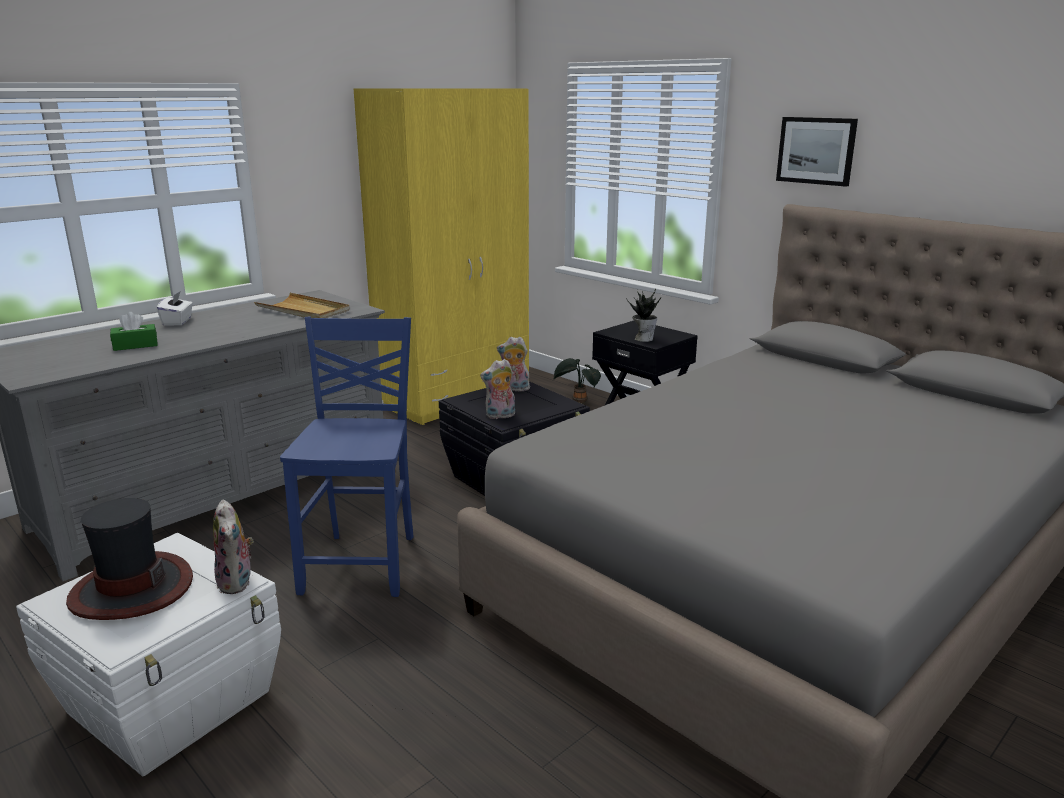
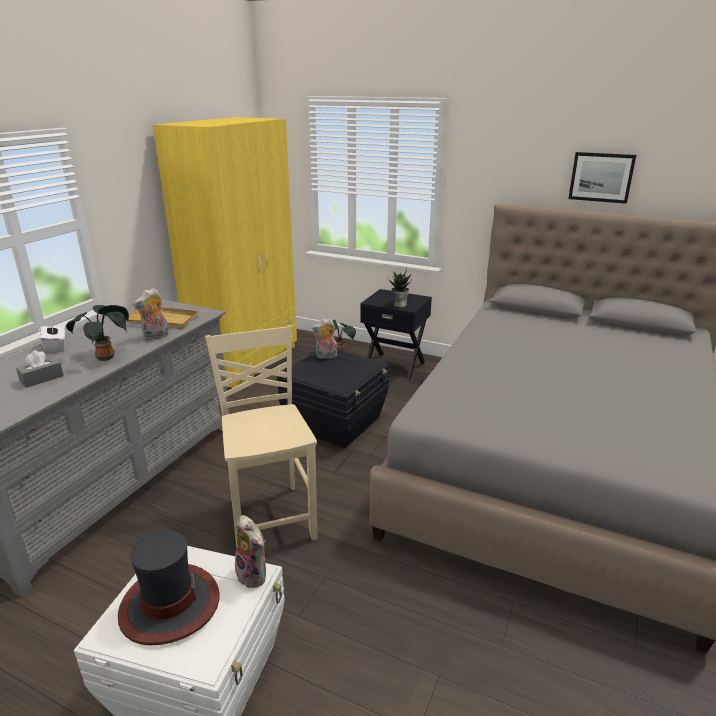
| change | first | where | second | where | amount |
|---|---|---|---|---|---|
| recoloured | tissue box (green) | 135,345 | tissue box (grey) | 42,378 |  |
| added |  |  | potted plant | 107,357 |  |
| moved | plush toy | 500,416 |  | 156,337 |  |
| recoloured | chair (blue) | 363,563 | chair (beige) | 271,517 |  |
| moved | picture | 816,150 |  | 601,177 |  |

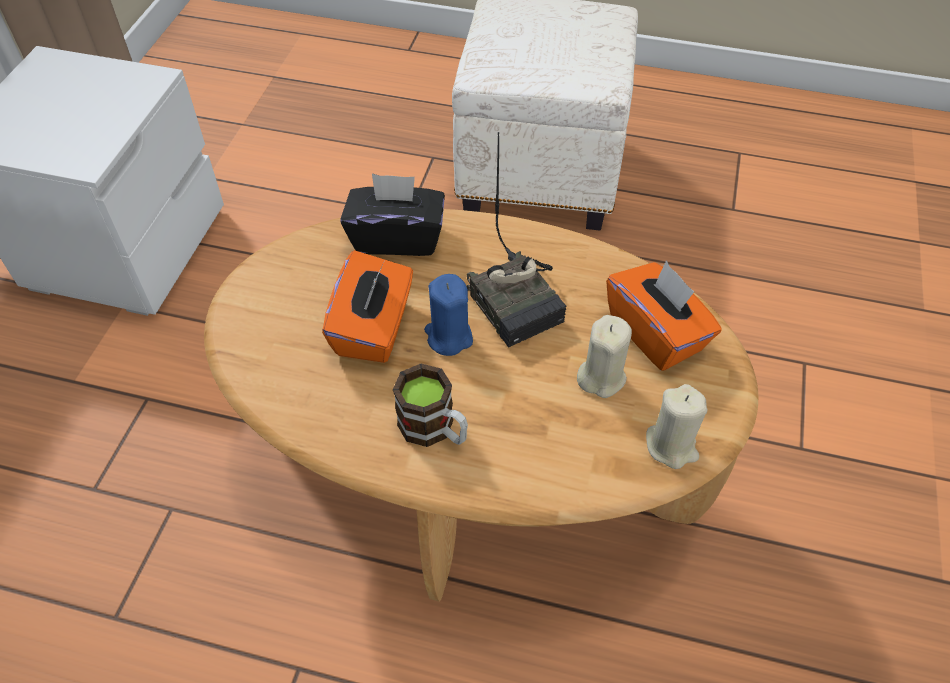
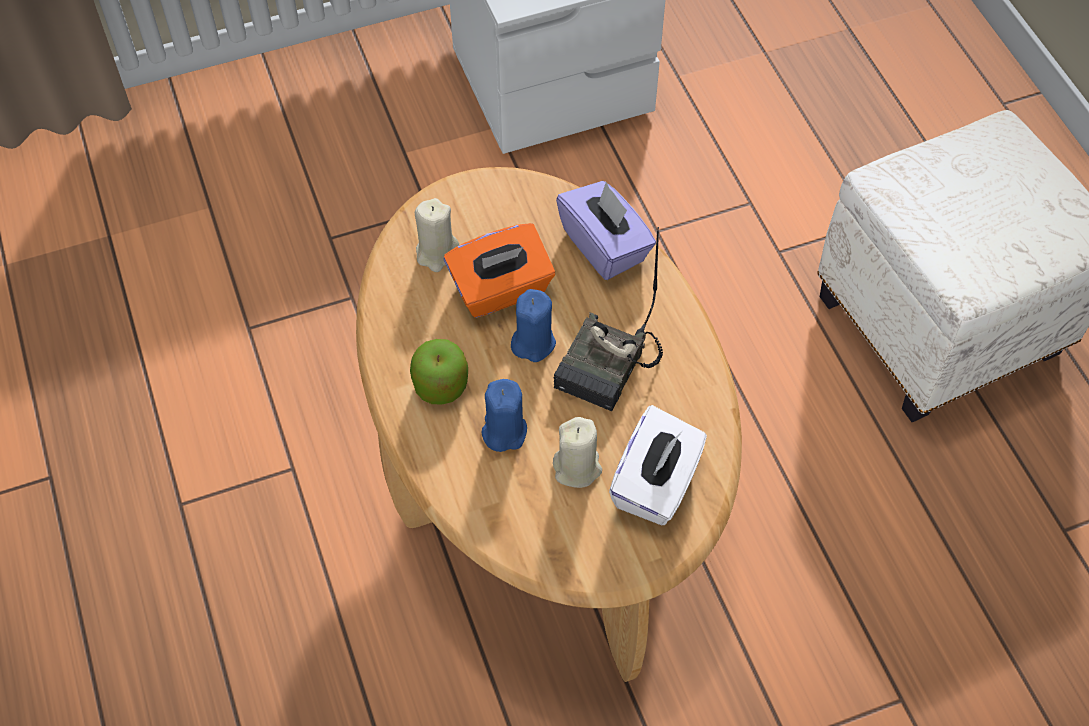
| change | first | where | second | where | amount |
|---|---|---|---|---|---|
| replaced | mug | 434,429 | apple | 441,386 |  |
| moved | candle (beige) | 671,446 |  | 437,253 |  |
| added |  |  | candle (blue) | 504,431 |  |
| recoloured | tissue box (black) | 397,238 | tissue box (purple) | 605,246 |  |
| recoloured | tissue box (orange) | 656,333 | tissue box (white) | 656,484 |  |

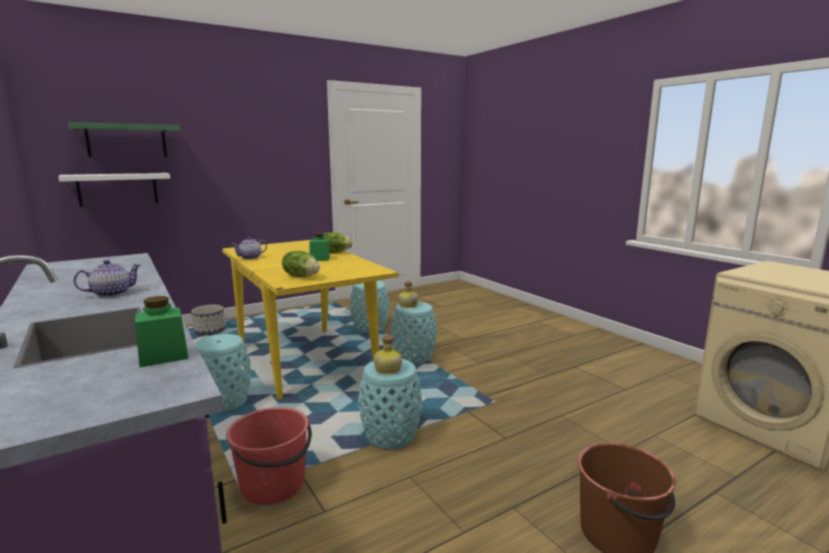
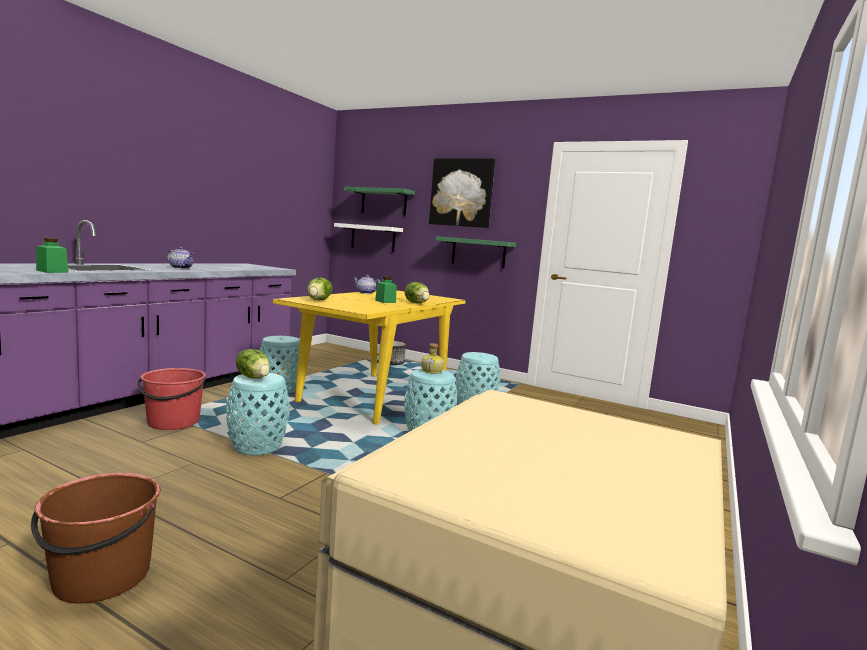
| change | first | where | second | where | amount |
|---|---|---|---|---|---|
| replaced | bottle | 387,369 | lettuce | 254,377 |  |
| added |  |  | picture | 461,193 |  |
| added |  |  | shelf (green) | 478,252 |  |

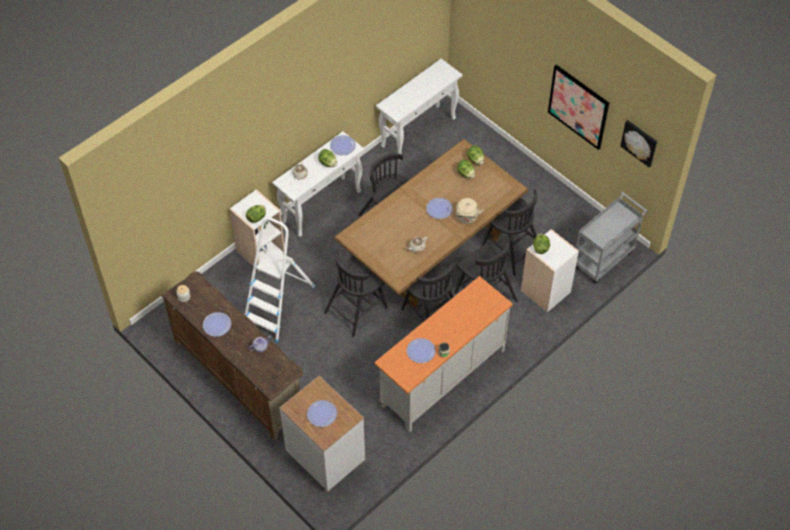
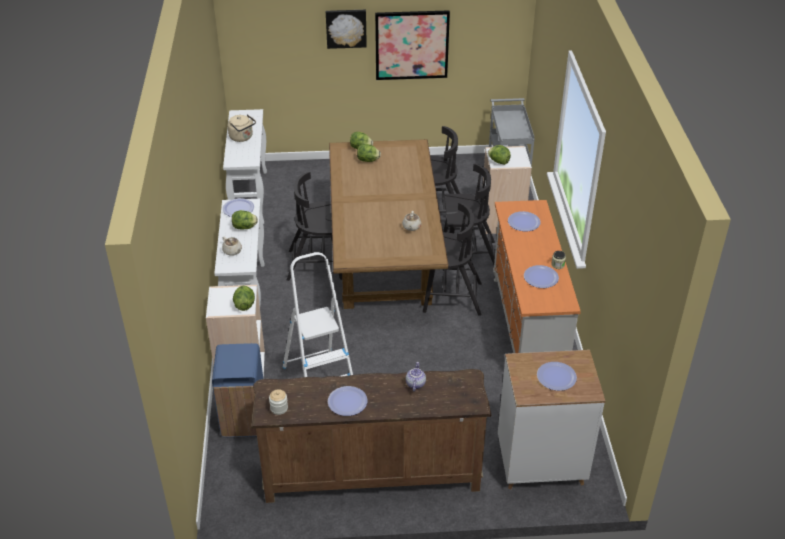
| change | first | where | second | where | amount |
|---|---|---|---|---|---|
| added |  |  | trash can (blue) | 244,419 |  |
| moved | kettle (beige) | 467,218 |  | 242,137 |  |
| moved | picture | 639,142 |  | 346,28 |  |
| moved | plate | 439,209 |  | 523,222 |  |
| removed | chair (black) | 357,309 |  |  |  |

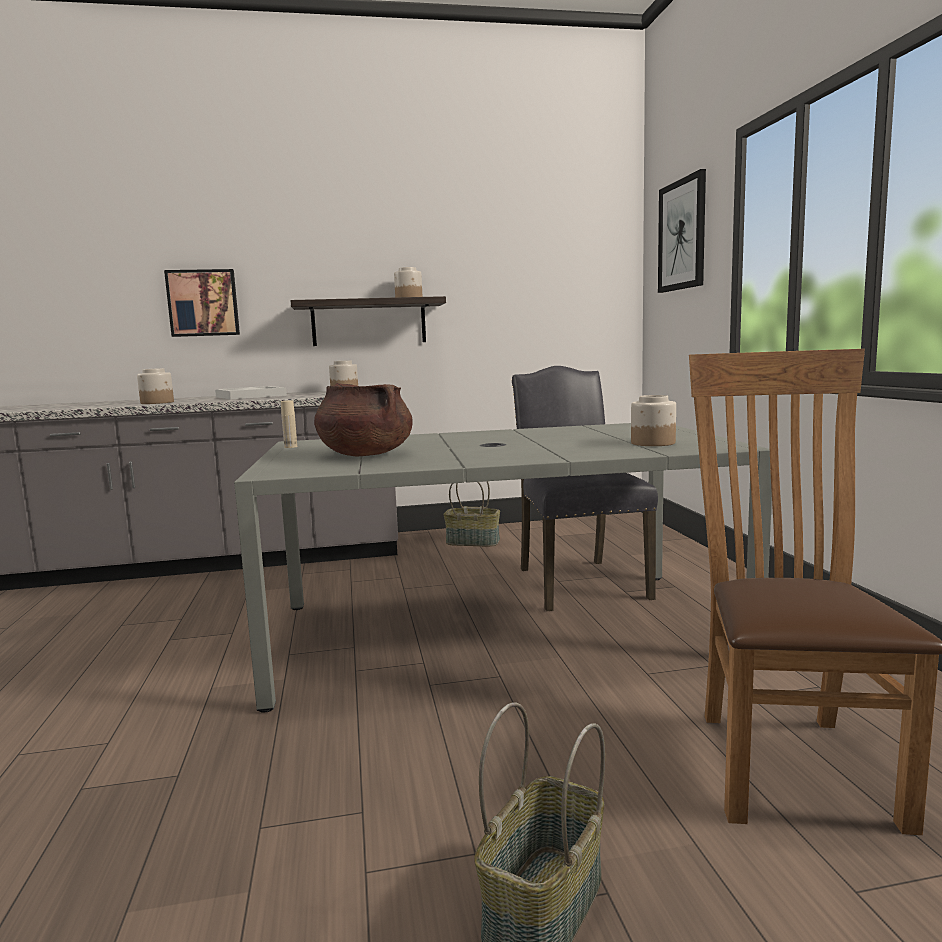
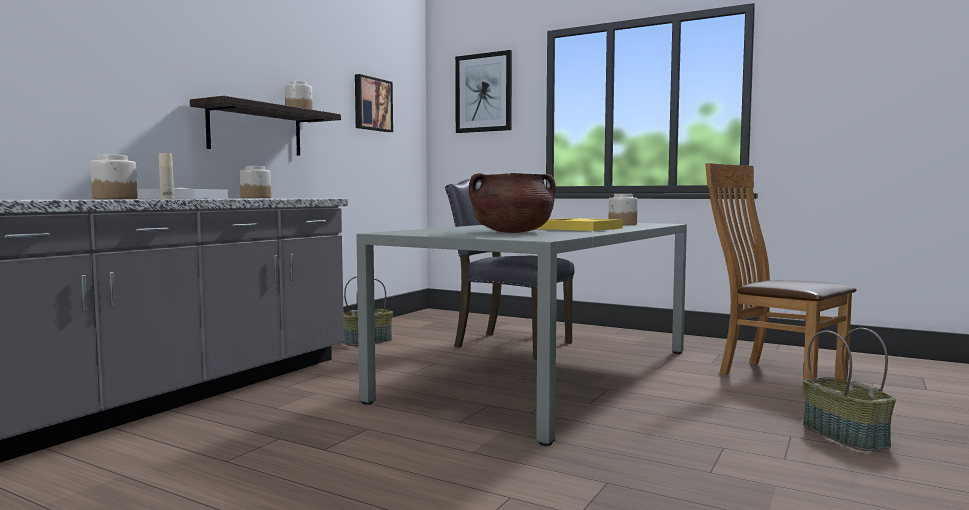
| change | first | where | second | where | amount |
|---|---|---|---|---|---|
| moved | bottle (beige) | 290,447 |  | 167,198 |  |
| moved | picture | 203,303 |  | 372,104 |  |
| added |  |  | tray (yellow) | 580,228 |  |

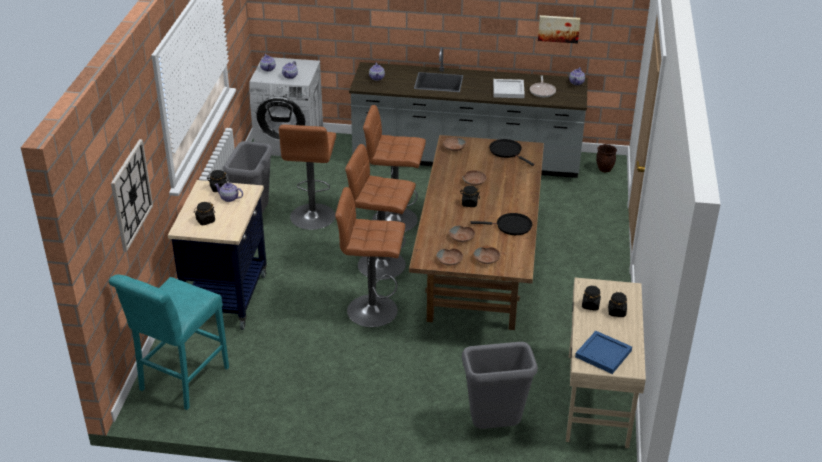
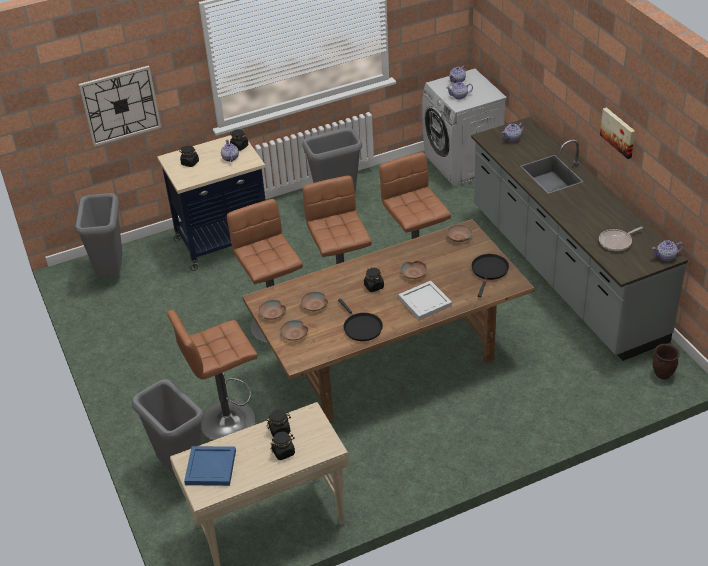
| change | first | where | second | where | amount |
|---|---|---|---|---|---|
| replaced | stool (turquoise) | 180,381 | trash can (grey) | 111,272 |  |
| moved | stool (brown) | 312,217 |  | 226,421 |  |
| moved | tray (white) | 509,90 |  | 425,302 |  |
| moved | picture | 558,28 |  | 619,132 |  |

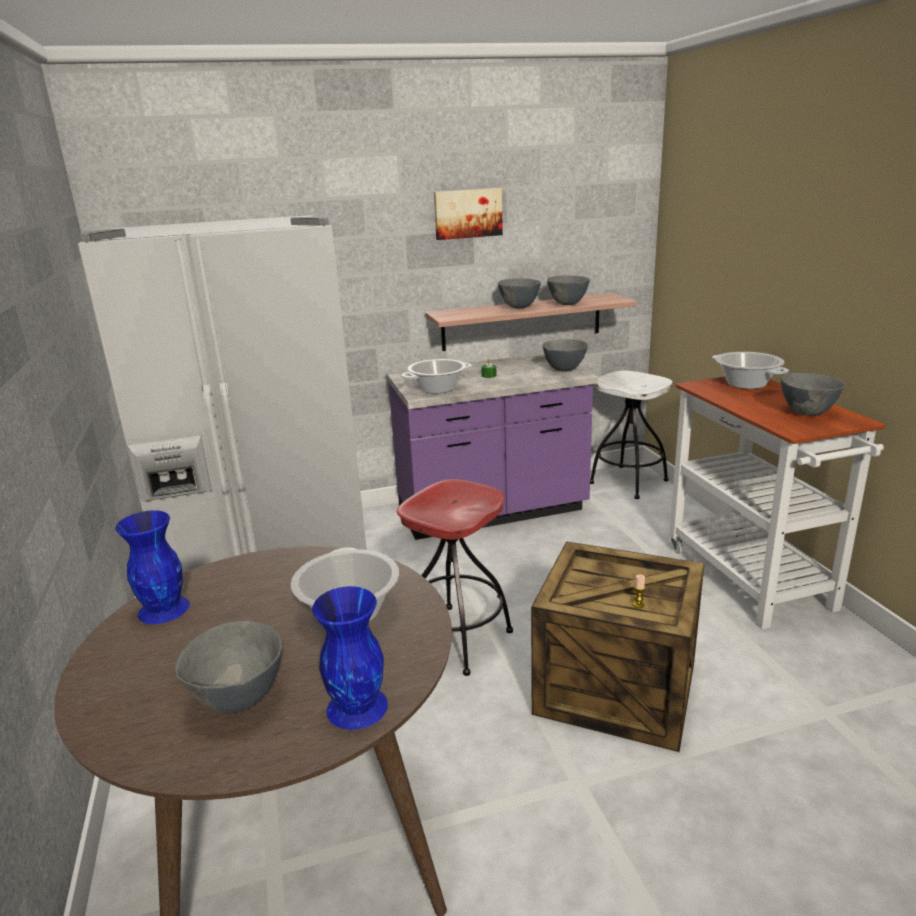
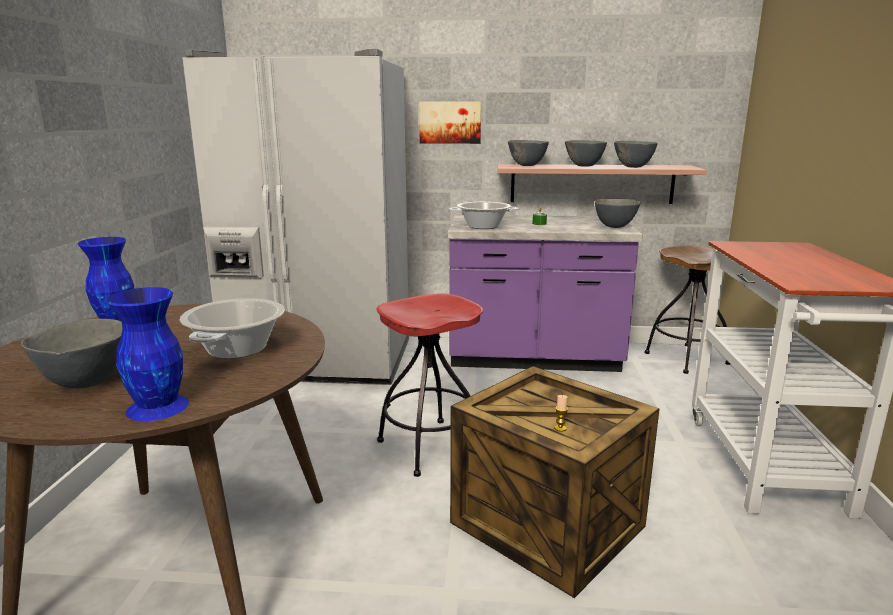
| change | first | where | second | where | amount |
|---|---|---|---|---|---|
| moved | picture | 467,213 |  | 450,122 |  |
| moved | bowl (grey) | 808,413 |  | 527,165 |  |
| recoloured | stool (white) | 629,481 | stool (brown) | 686,358 |  |
| removed | cooking pot | 746,384 |  |  |  |

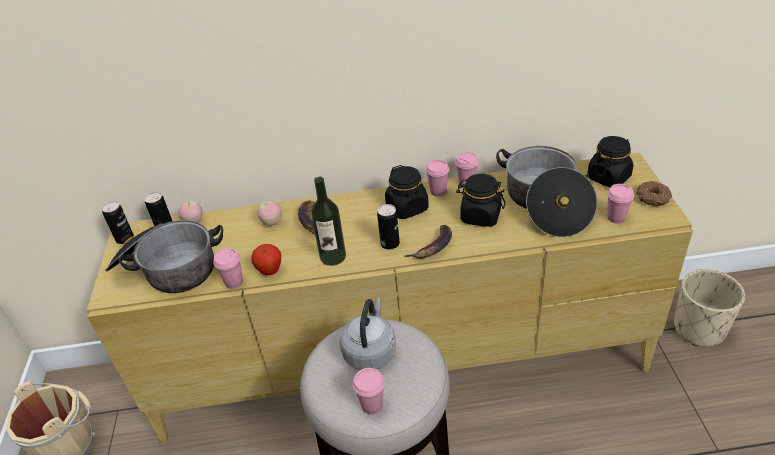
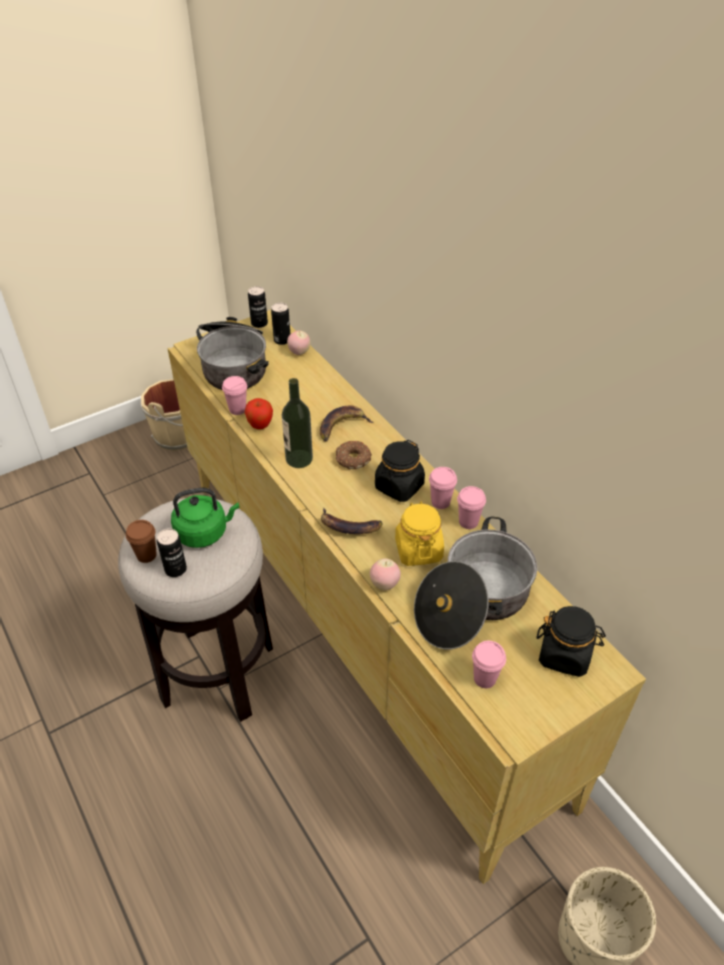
| change | first | where | second | where | amount |
|---|---|---|---|---|---|
| recoloured | cup (pink) | 372,405 | cup (brown) | 146,555 |  |
| moved | can | 390,243 |  | 175,569 |  |
| recoloured | kettle (grey) | 370,351 | kettle (green) | 204,532 |  |
| moved | donut | 652,198 |  | 352,459 |  |
| moved | apple | 272,223 |  | 384,584 |  |
| recoloured | jar (black) | 480,216 | jar (yellow) | 418,550 |  |

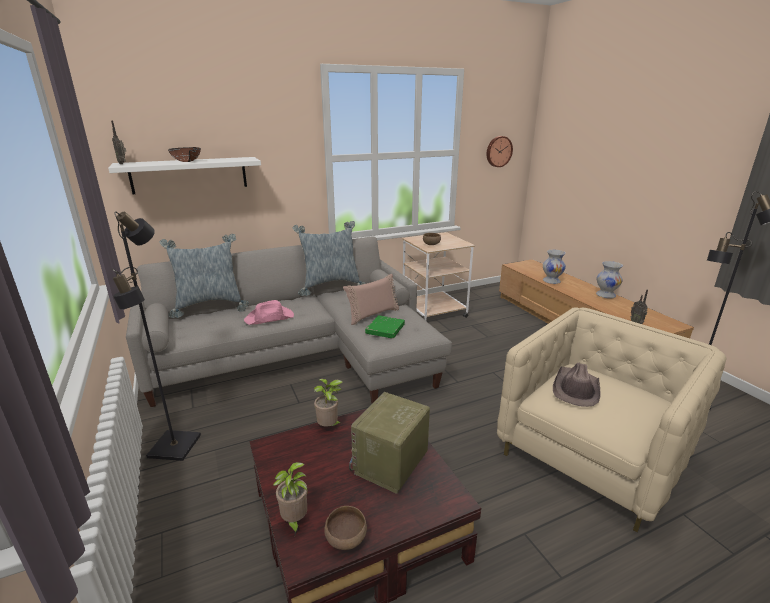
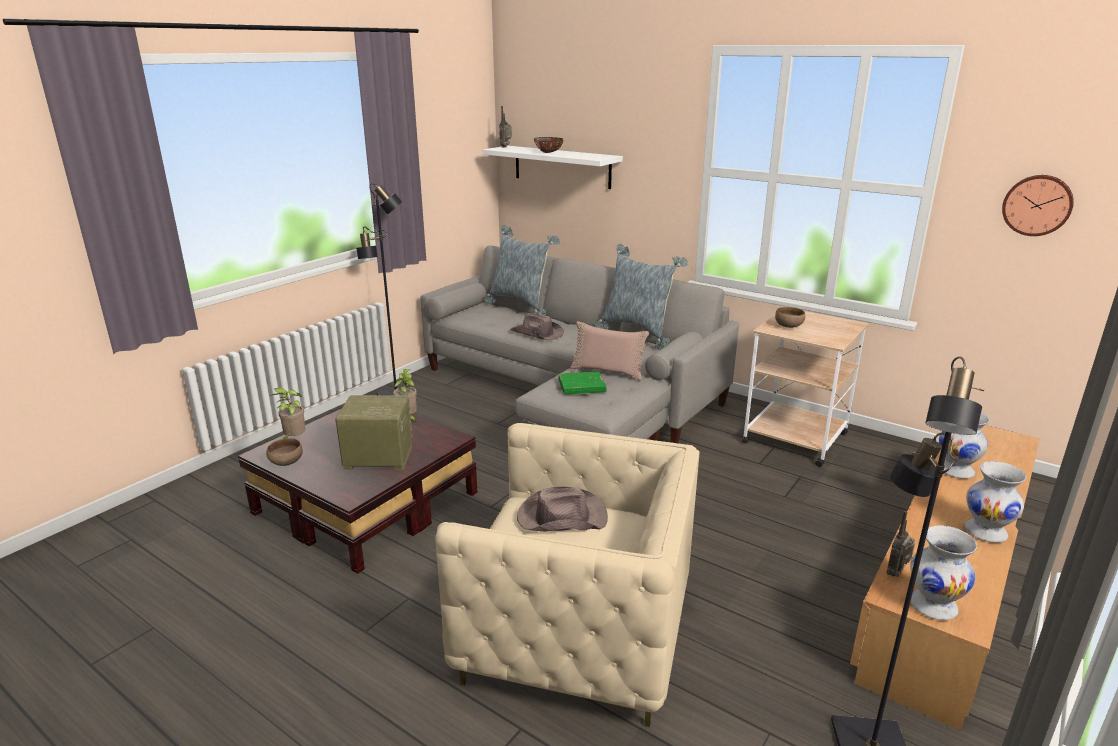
| change | first | where | second | where | amount |
|---|---|---|---|---|---|
| recoloured | hat (pink) | 270,318 | hat (brown) | 537,333 |  |
| added |  |  | vase (white) | 933,605 |  |

